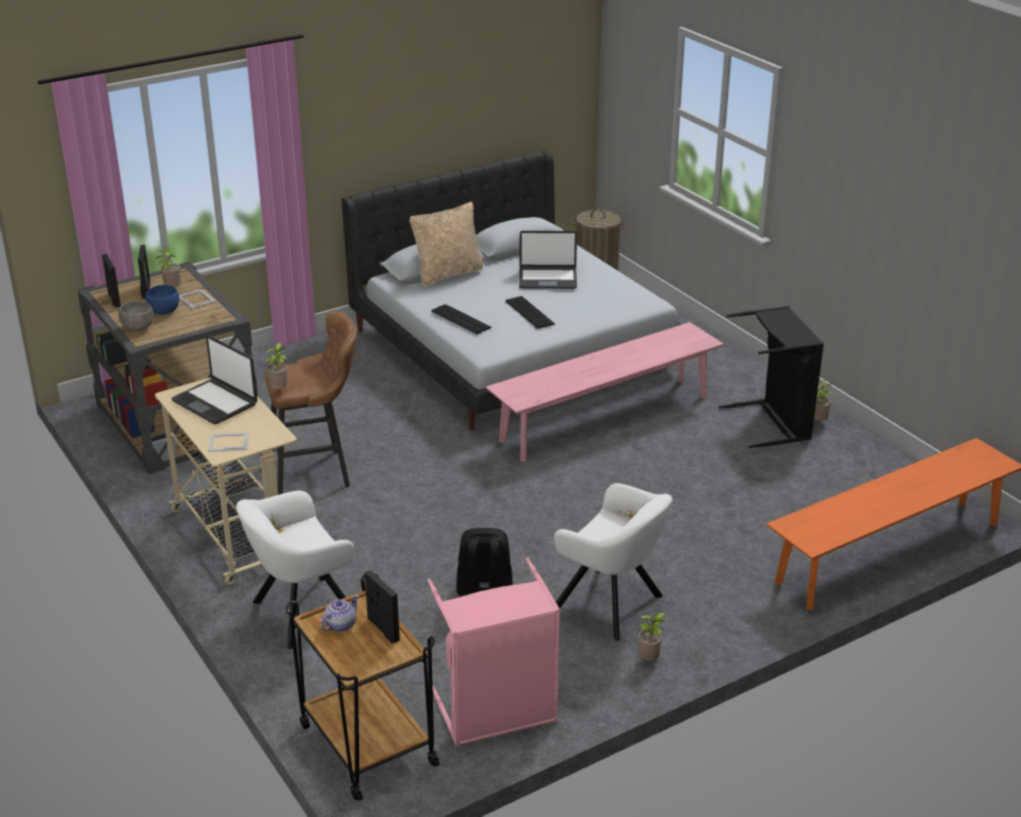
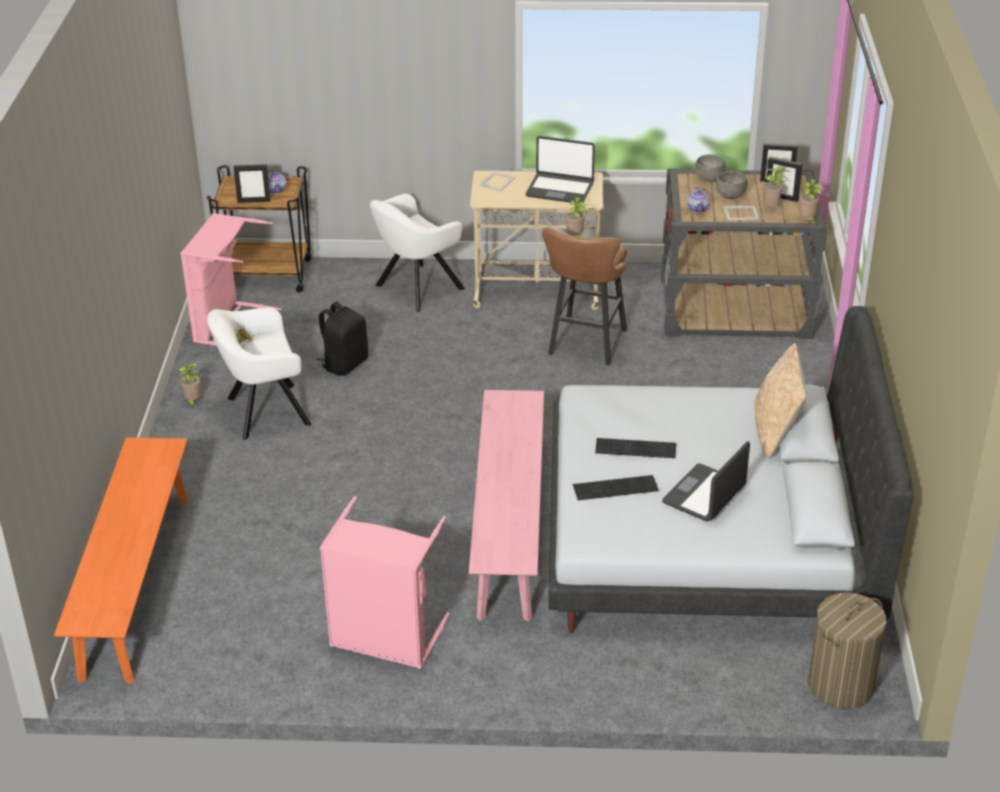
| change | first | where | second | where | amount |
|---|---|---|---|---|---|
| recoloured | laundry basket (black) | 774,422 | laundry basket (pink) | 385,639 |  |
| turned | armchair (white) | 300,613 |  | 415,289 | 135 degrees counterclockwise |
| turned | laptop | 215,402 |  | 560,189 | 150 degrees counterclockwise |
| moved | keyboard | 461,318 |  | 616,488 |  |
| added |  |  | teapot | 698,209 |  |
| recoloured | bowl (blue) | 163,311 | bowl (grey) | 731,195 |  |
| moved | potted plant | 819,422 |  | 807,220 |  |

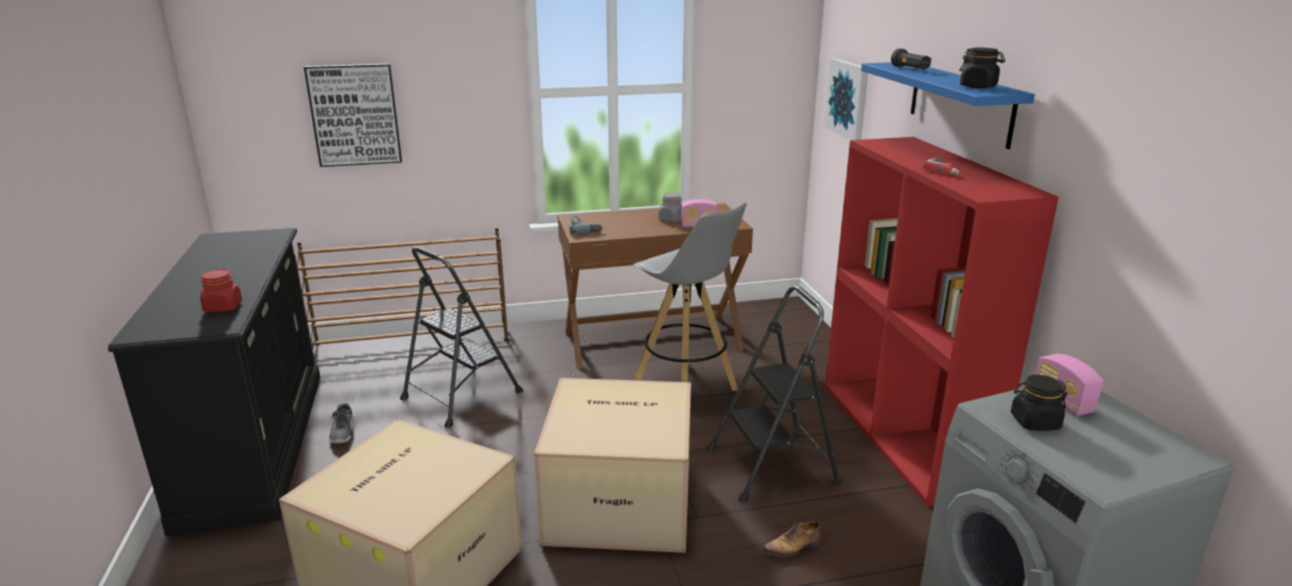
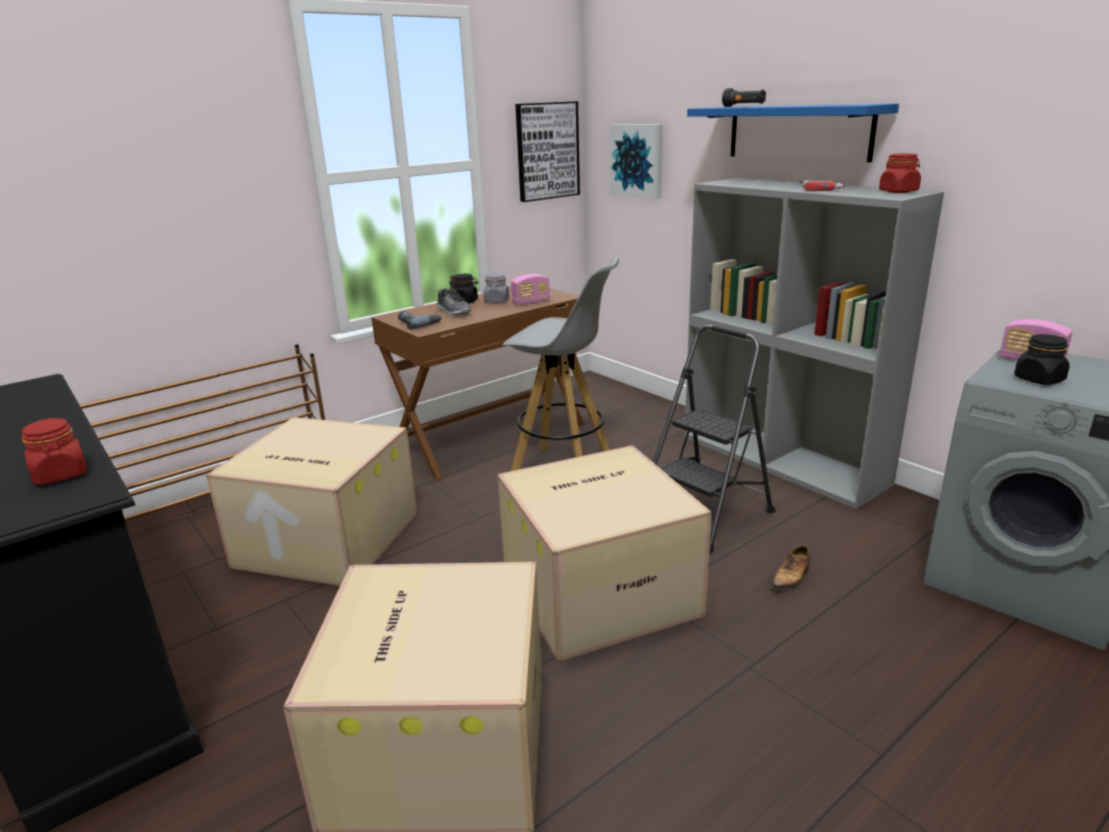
| change | first | where | second | where | amount |
|---|---|---|---|---|---|
| replaced | step ladder (black) | 459,395 | cardboard box | 325,540 |  |
| moved | shoe | 343,432 |  | 454,312 |  |
| moved | jar (black) | 978,86 |  | 465,302 |  |
| moved | picture | 355,115 |  | 547,151 |  |
| recoloured | bookcase (red) | 903,436 | bookcase (grey) | 783,459 |  |
| added |  |  | jar (red) | 898,191 |  |

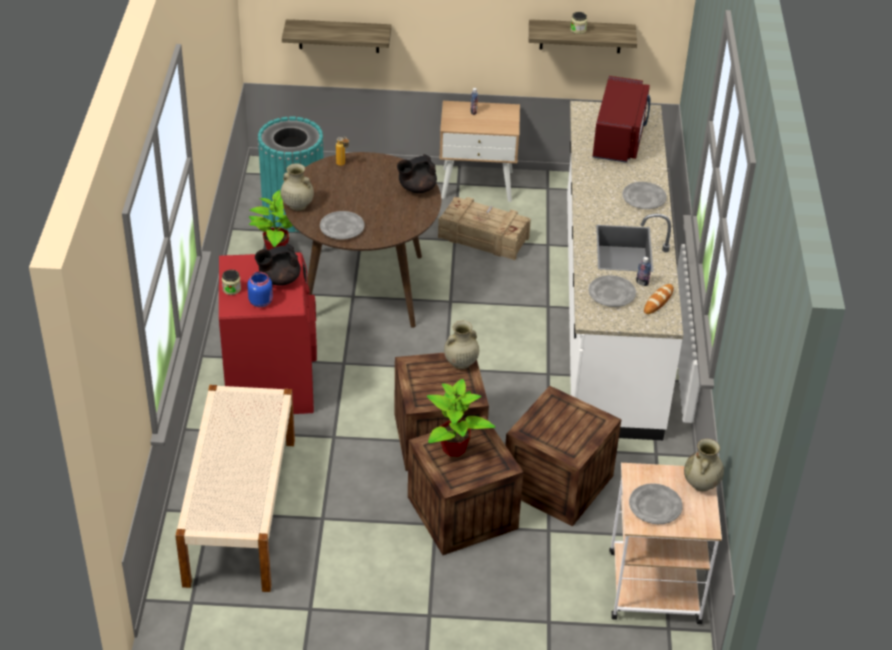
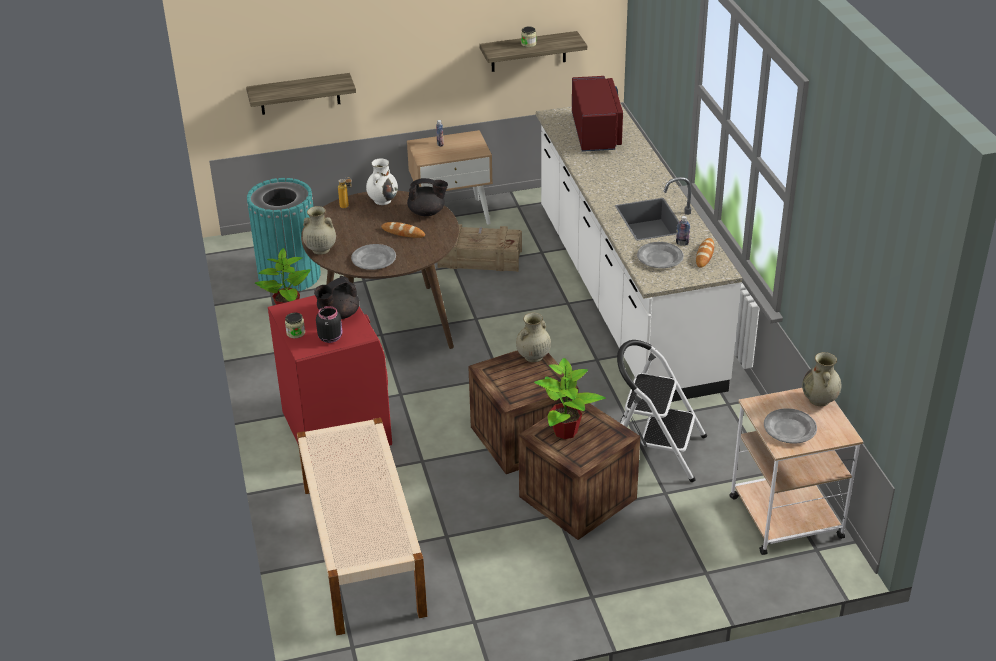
| change | first | where | second | where | amount |
|---|---|---|---|---|---|
| recoloured | jar (blue) | 261,301 | jar (black) | 331,337 |  |
| added |  |  | vase (white) | 383,200 |  |
| added |  |  | bread | 403,232 |  |
| turned | teapot (black) | 416,188 |  | 427,212 | 135 degrees counterclockwise |
| replaced | crate | 557,483 | step ladder | 653,450 |  |
| removed | plate (grey) | 643,198 |  |  |  |

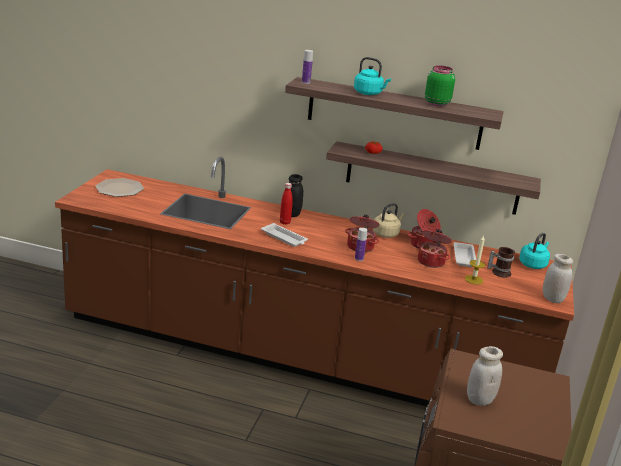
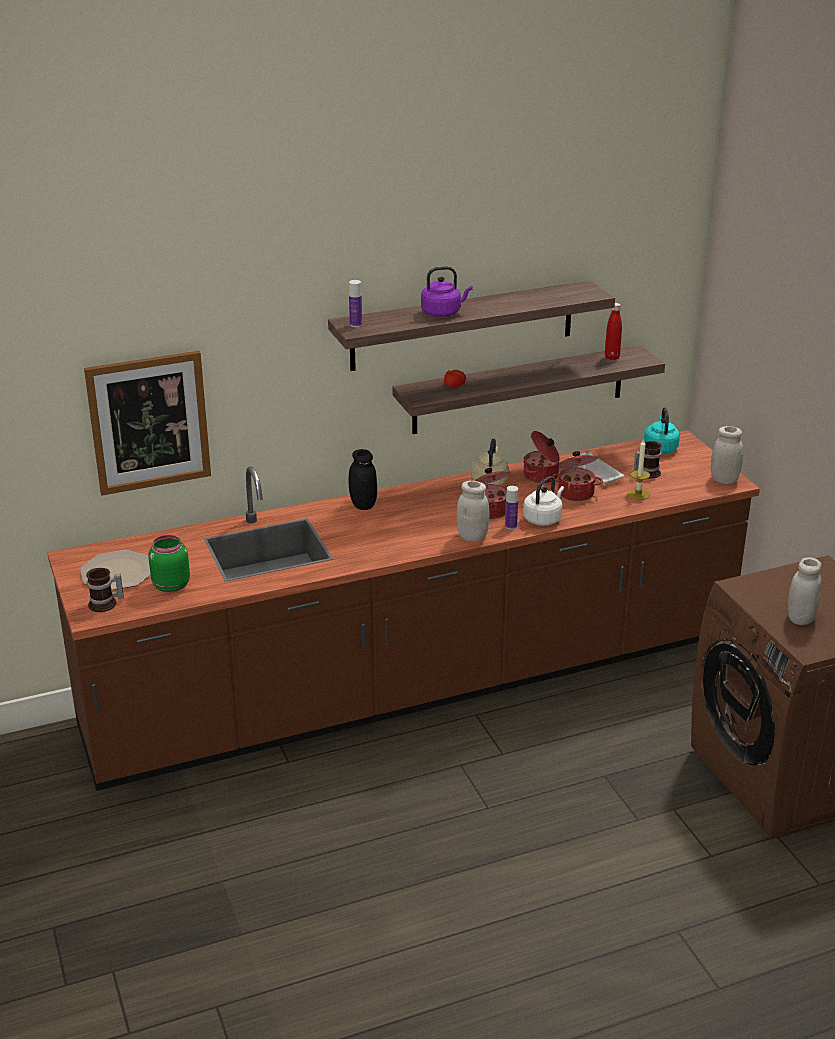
| change | first | where | second | where | amount |
|---|---|---|---|---|---|
| added |  |  | picture | 149,422 |  |
| added |  |  | mug | 105,604 |  |
| moved | jar (green) | 436,103 |  | 170,585 |  |
| recoloured | kettle (turquoise) | 369,93 | kettle (purple) | 443,313 |  |
| added |  |  | jar (white) | 472,537 |  |
| added |  |  | kettle (white) | 543,519 |  |
| moved | bottle (red) | 285,222 |  | 612,357 |  |
| removed | tray (white) | 284,238 |  |  |  |

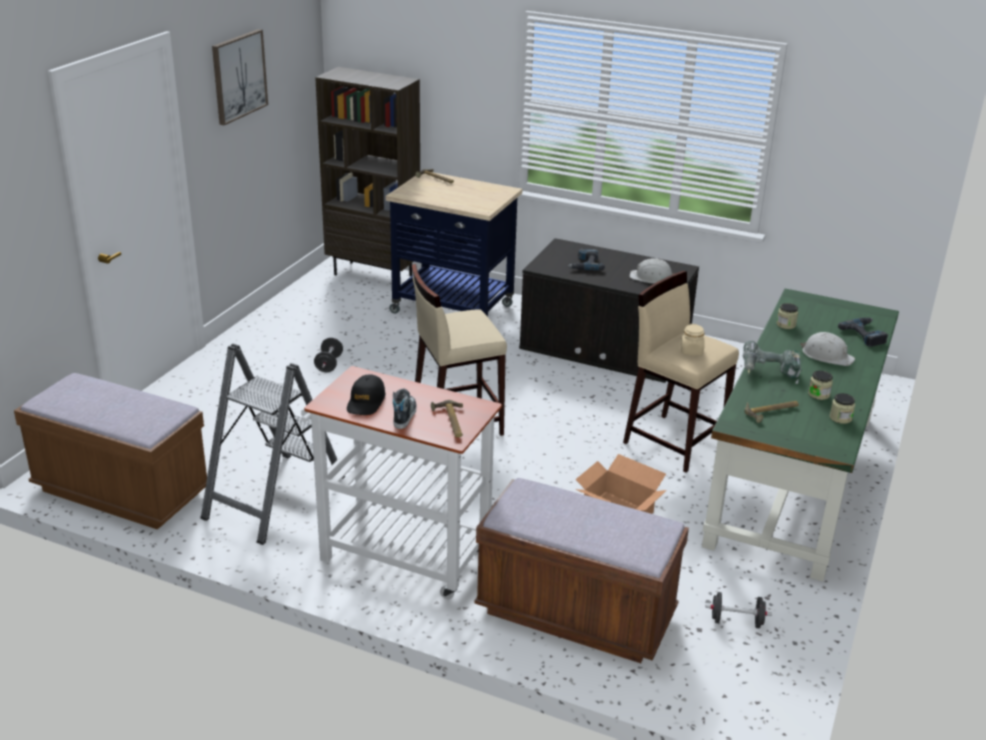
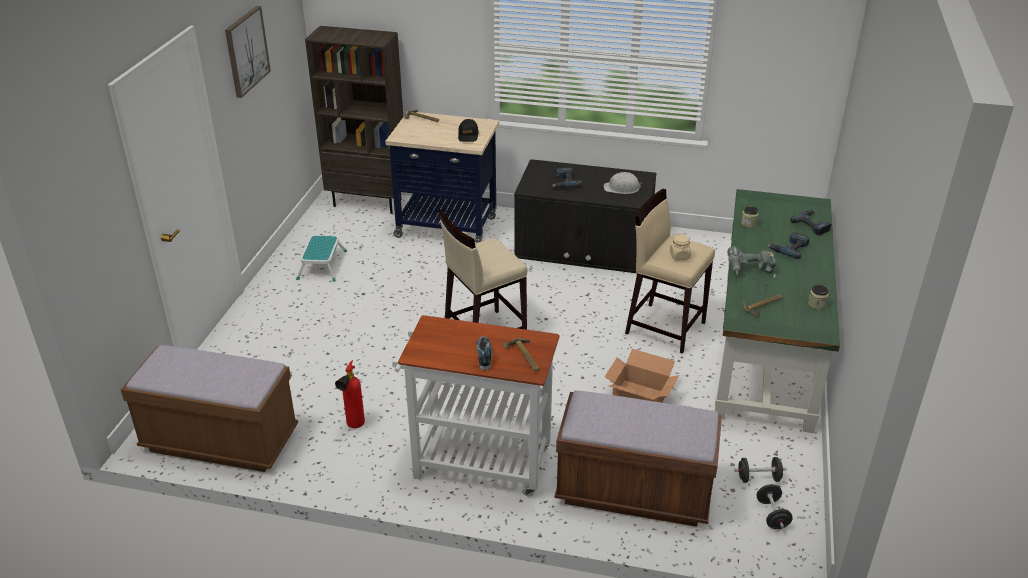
| change | first | where | second | where | amount |
|---|---|---|---|---|---|
| added |  |  | step ladder (turquoise) | 322,265 |  |
| replaced | step ladder (grey) | 273,497 | fire extinguisher | 354,427 |  |
| moved | cap (black) | 366,402 |  | 468,135 |  |
| moved | dumbbell (black) | 329,364 |  | 772,515 |  |
| replaced | hard hat (white) | 827,355 | power drill | 789,248 |  |
| removed | jar | 818,394 |  |  |  |

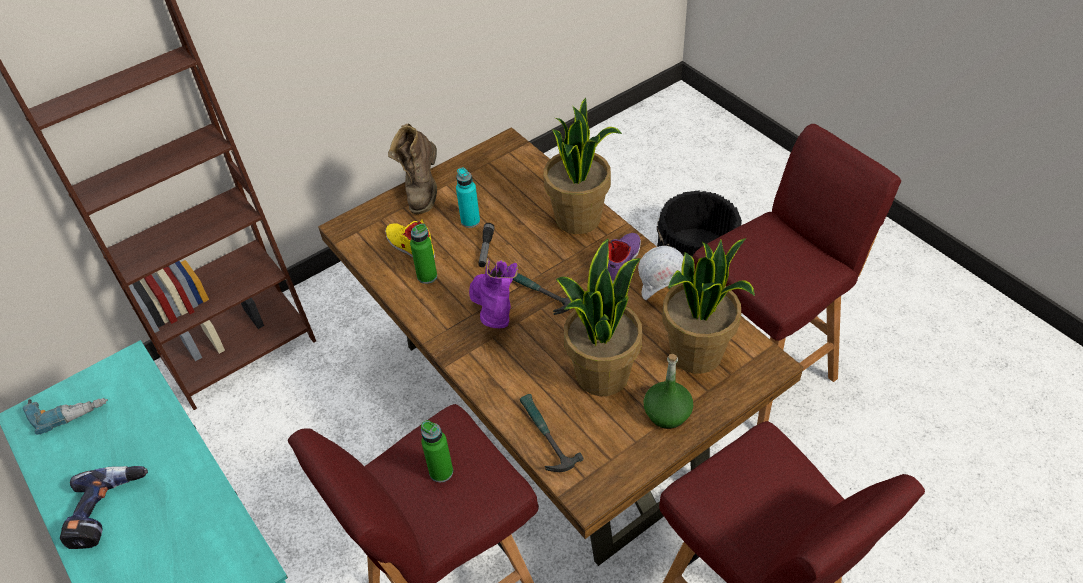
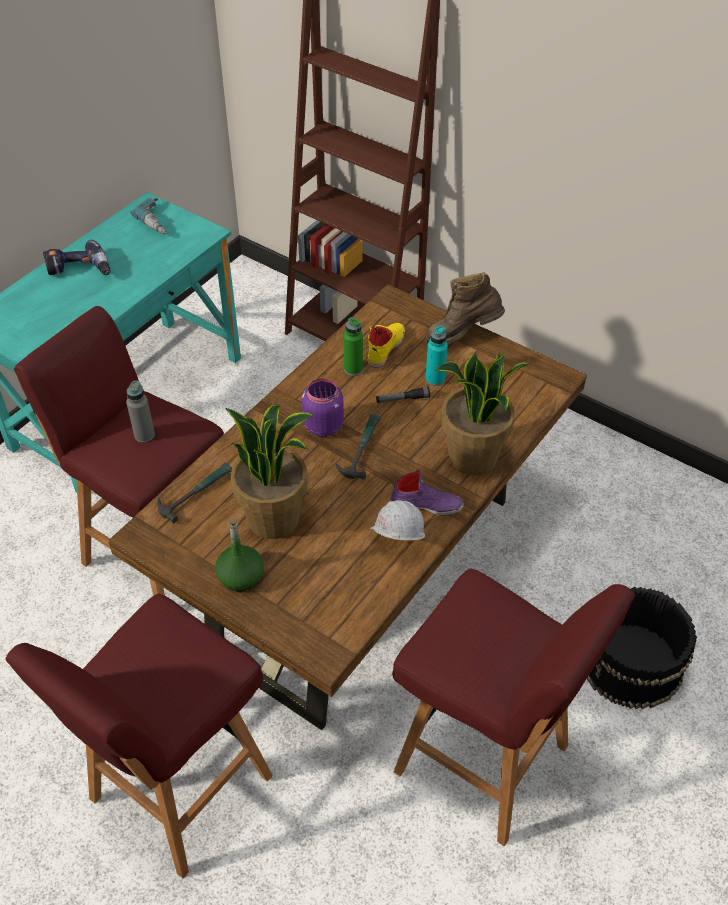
| change | first | where | second | where | amount |
|---|---|---|---|---|---|
| recoloured | bottle (green) | 441,472 | bottle (grey) | 144,435 |  |
| replaced | boot (purple) | 494,314 | jar (purple) | 323,426 |  |
| removed | potted plant | 697,354 |  |  |  |

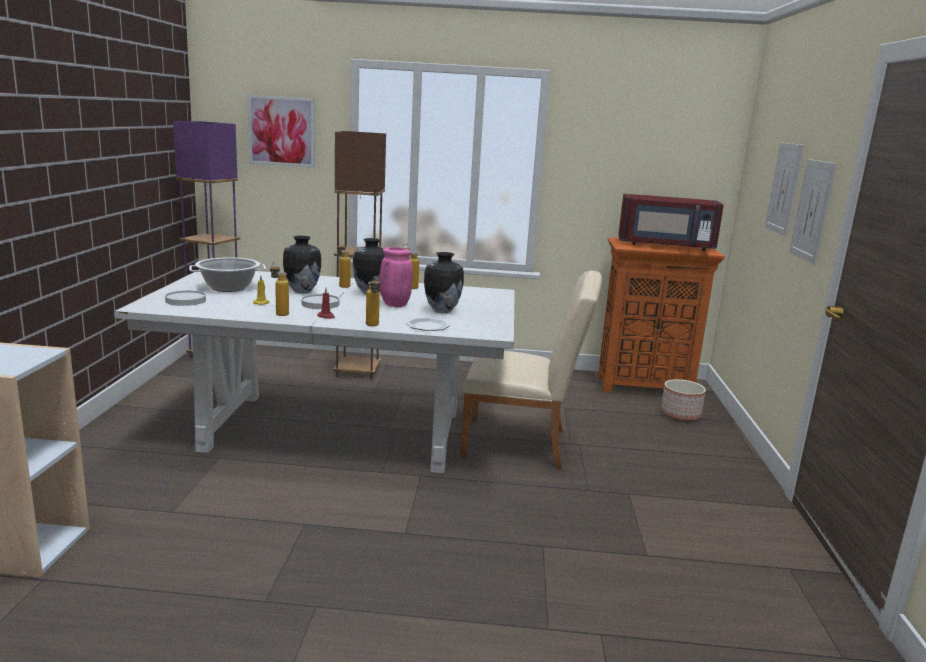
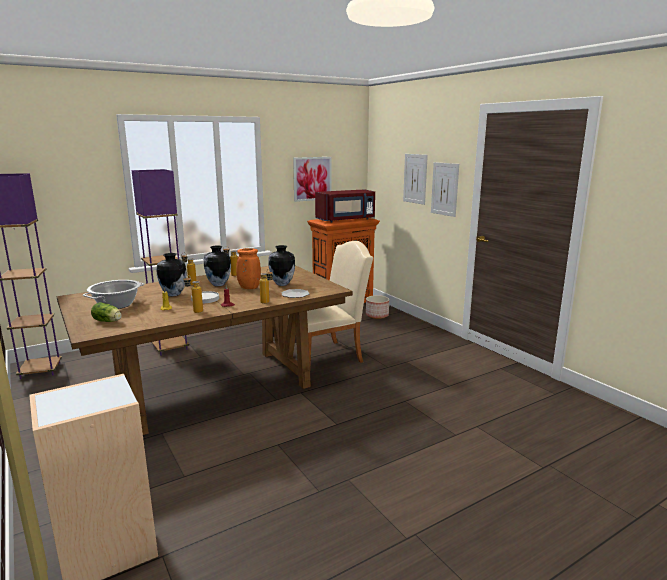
| change | first | where | second | where | amount |
|---|---|---|---|---|---|
| recoloured | dining table (white) | 338,431 | dining table (brown) | 215,387 |  |
| replaced | plate (white) | 186,300 | lettuce | 108,321 |  |
| recoloured | floor lamp (brown) | 357,371 | floor lamp (purple) | 170,348 |  |
| recoloured | vase (pink) | 394,305 | vase (orange) | 248,288 |  |
| moved | picture | 282,131 |  | 312,178 |  |

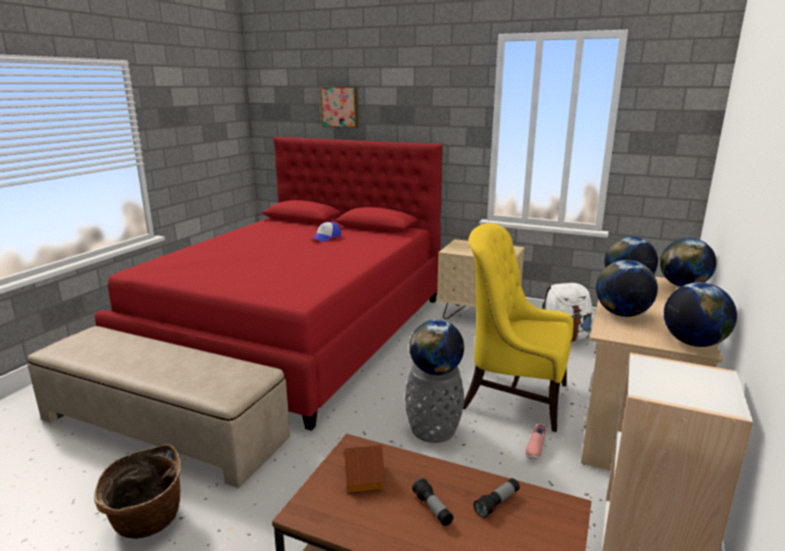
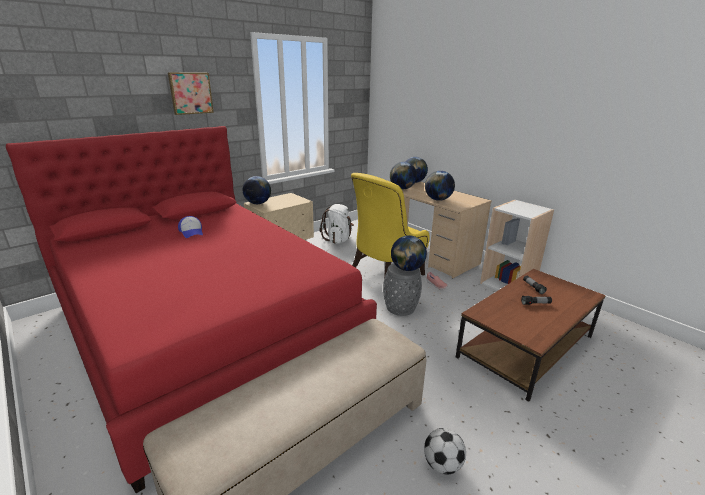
| change | first | where | second | where | amount |
|---|---|---|---|---|---|
| moved | picture | 340,107 |  | 190,93 |  |
| moved | globe | 693,343 |  | 258,203 |  |
| replaced | basket | 147,523 | football | 442,464 |  |
| removed | toy house | 362,477 |  |  |  |

